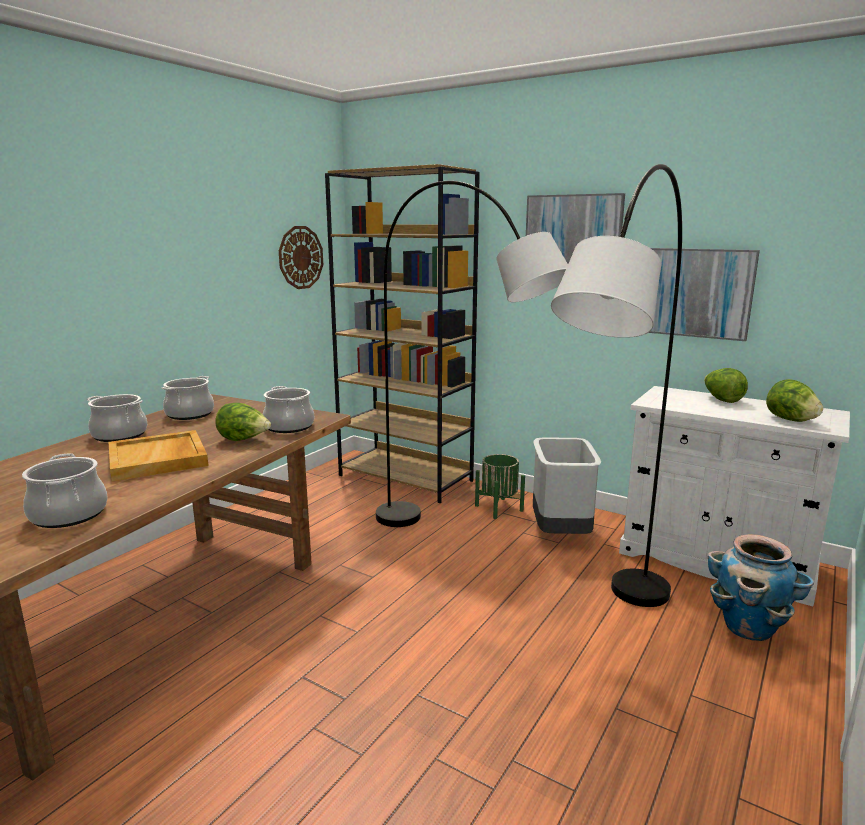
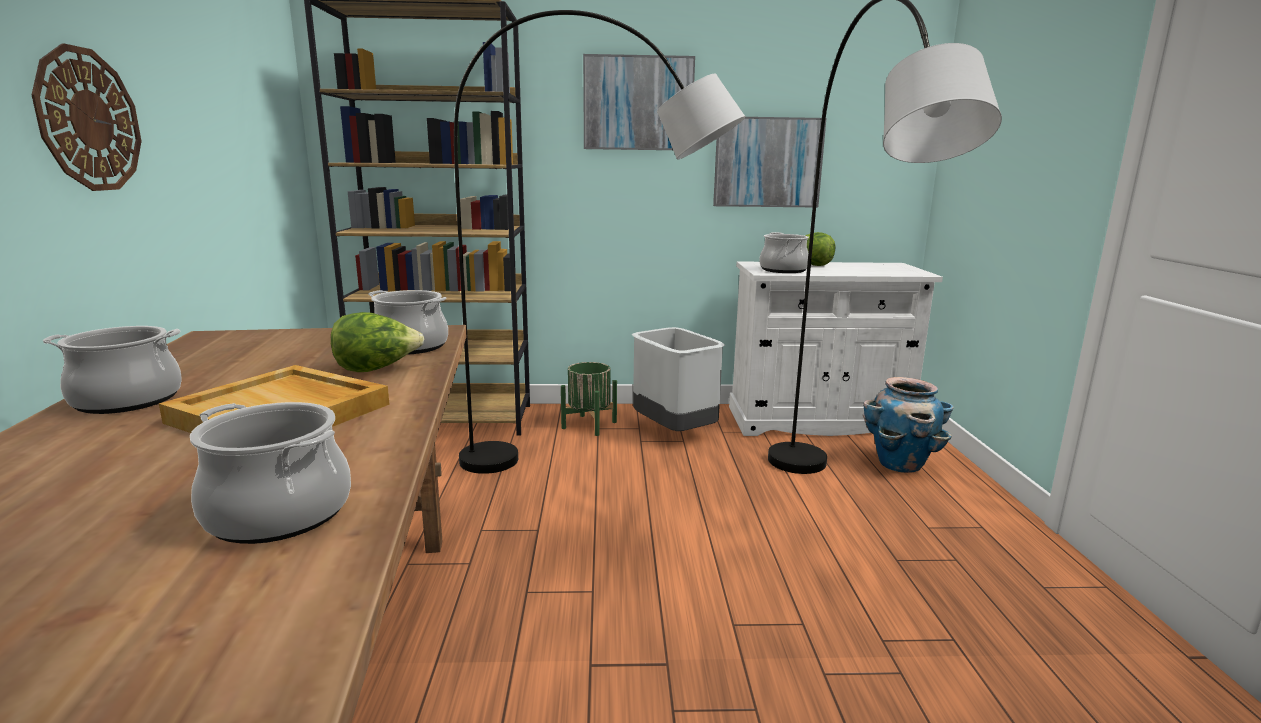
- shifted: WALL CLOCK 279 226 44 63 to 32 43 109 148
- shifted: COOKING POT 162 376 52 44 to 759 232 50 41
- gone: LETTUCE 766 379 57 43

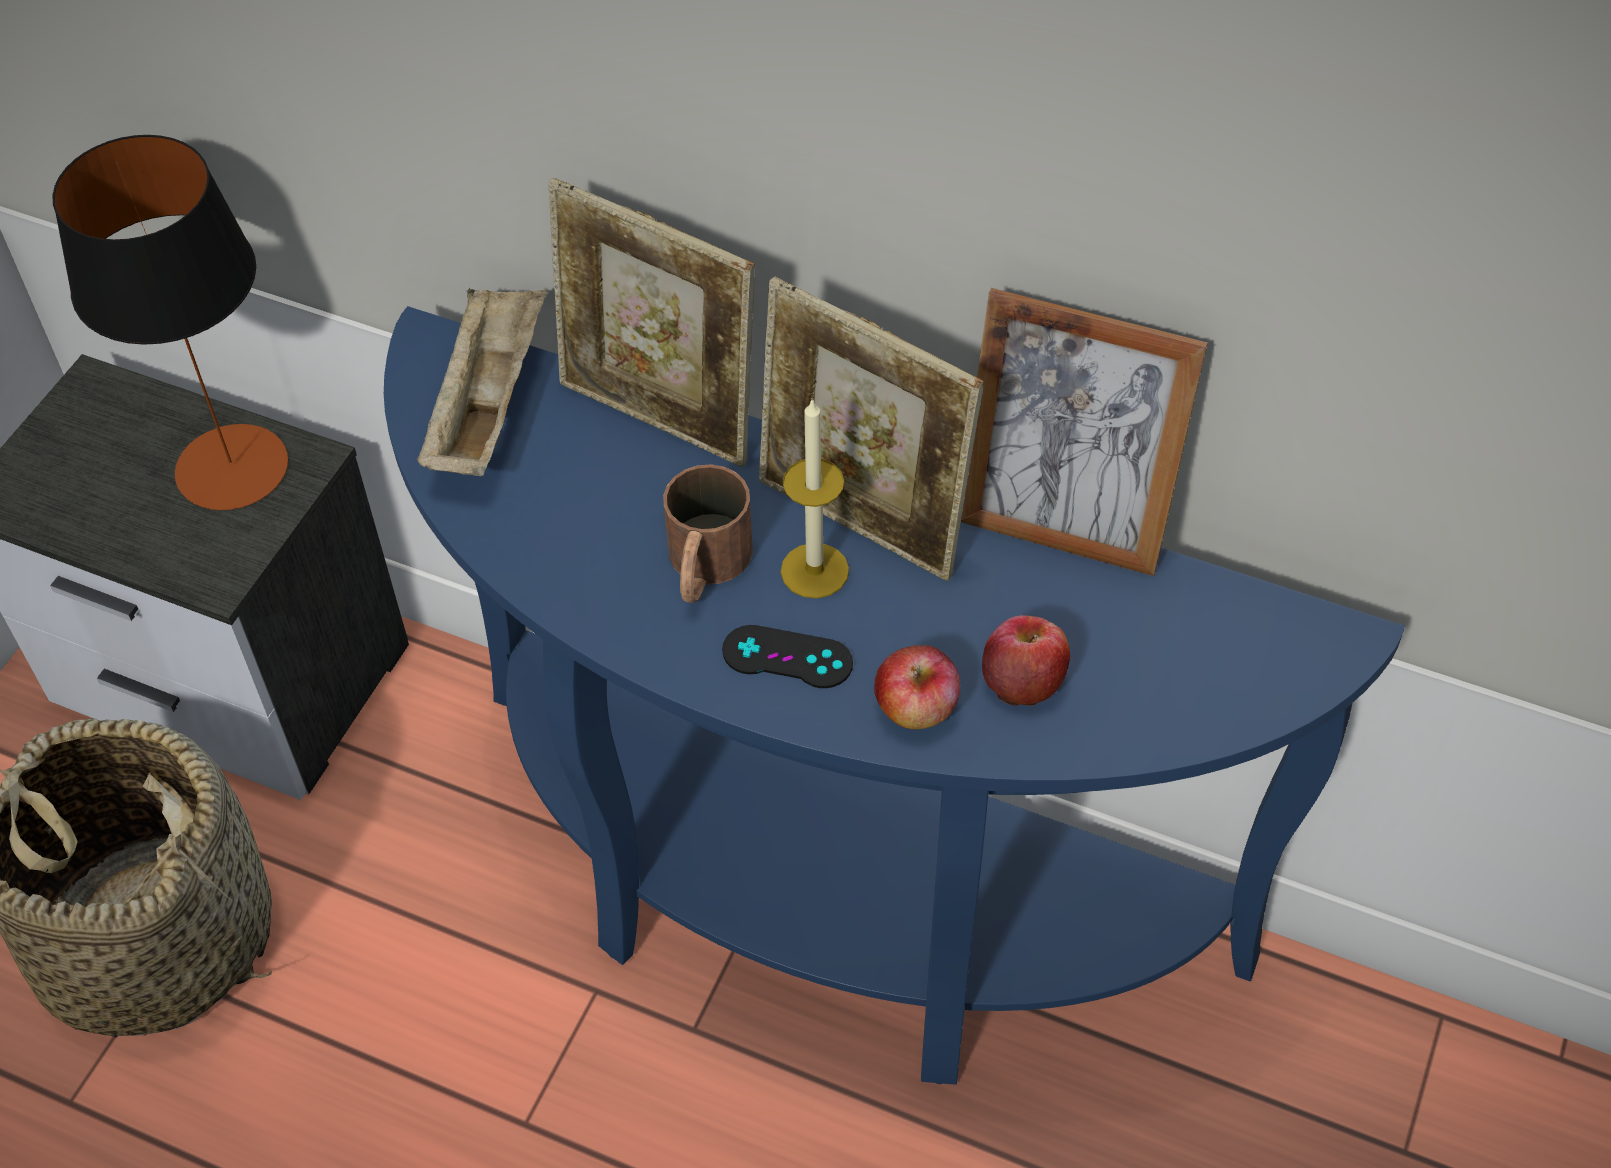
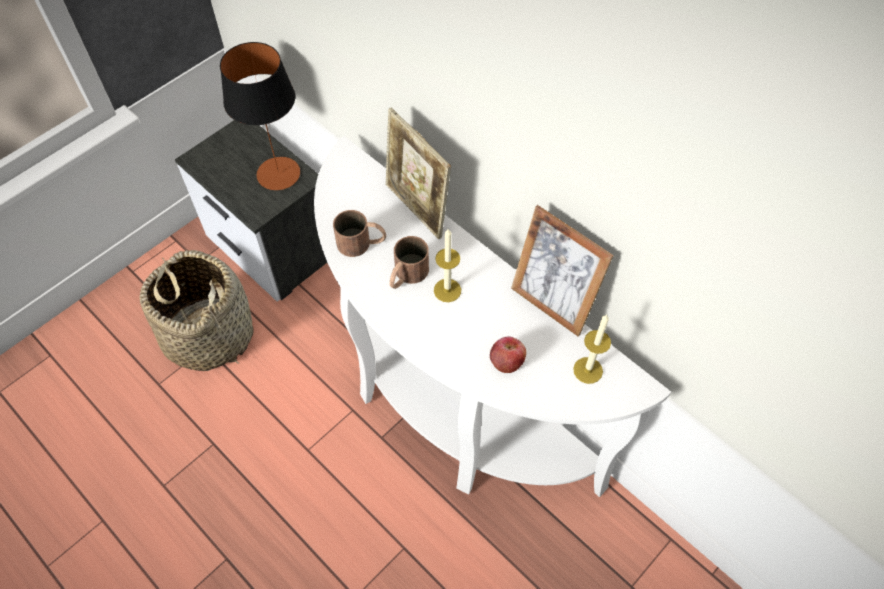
- repainted: BLUE CONSOLE TABLE 384 306 1021 779 to WHITE CONSOLE TABLE 314 136 357 361
- new: BROWN MUG 333 210 53 47
- new: CANDLE 573 315 38 69
- gone: BEIGE TRAY 416 288 131 188
- gone: BLACK GAME CONTROLLER 722 625 131 63
- gone: PICTURE FRAME 759 276 225 305
- gone: APPLE 874 645 86 84

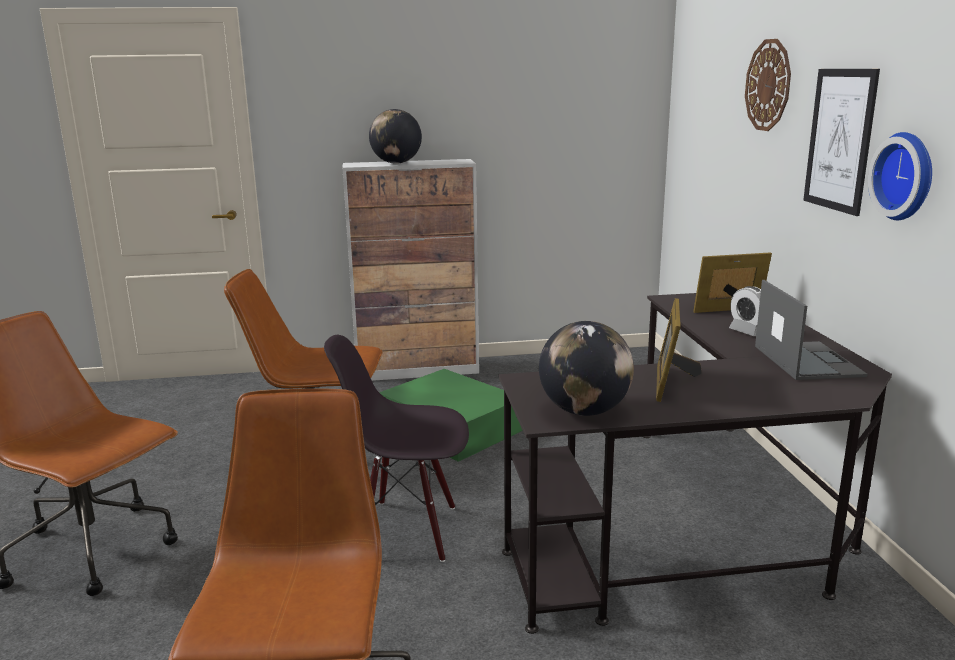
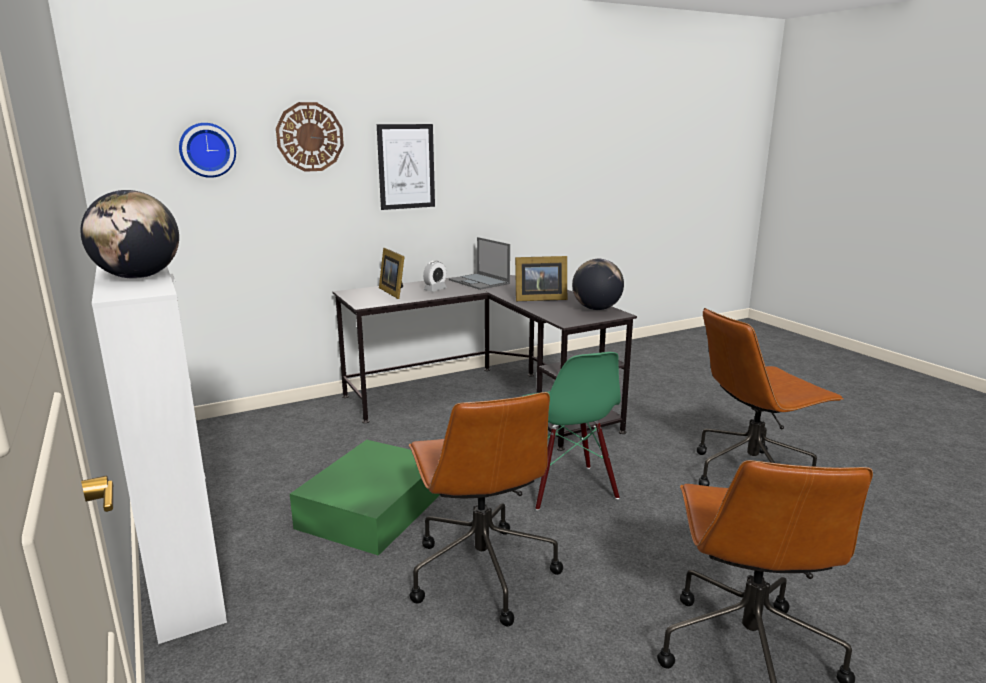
- shifted: WALL CLOCK 868 132 64 88 to 179 123 57 55
- rotated: LAPTOP 755 280 113 100 = 449 237 61 53 105 degrees counterclockwise
- repainted: BLACK CHAIR 324 335 145 227 to GREEN CHAIR 521 352 100 159

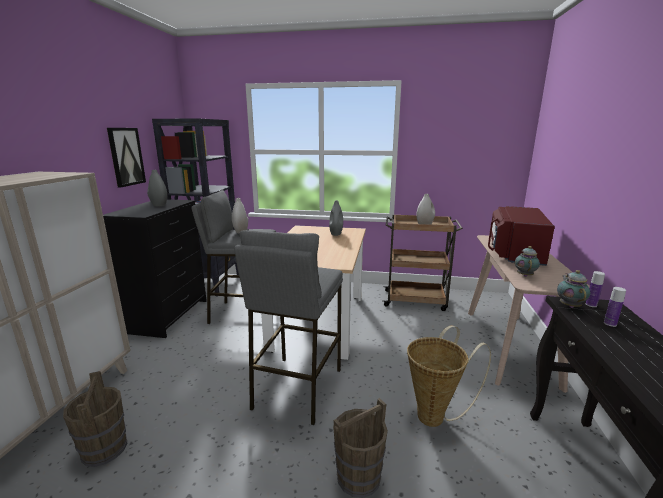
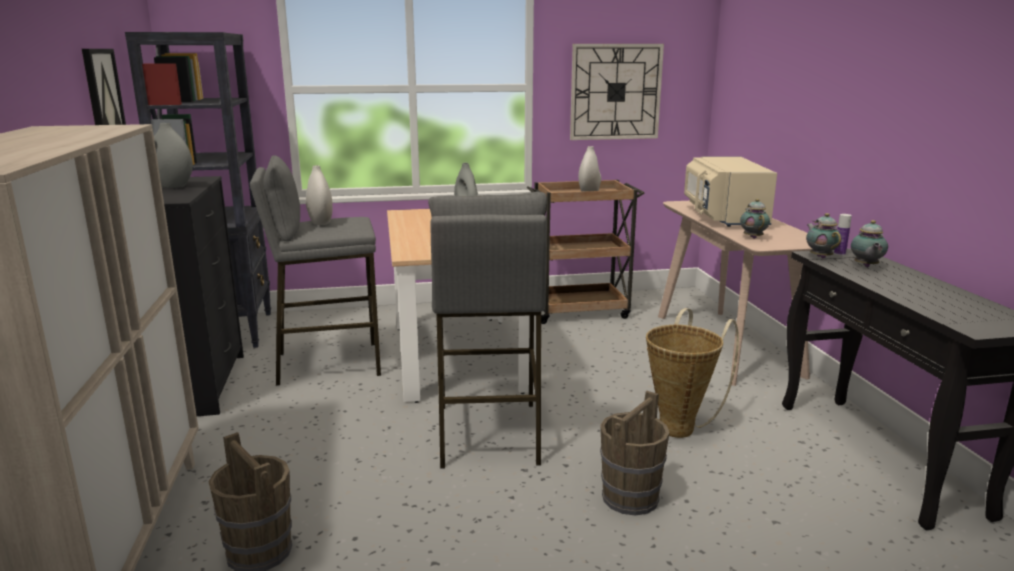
- new: WALL CLOCK 570 44 94 96
- repainted: RED MICROWAVE 488 206 67 60 to BEIGE MICROWAVE 684 156 93 71
- swapped: BOTTLE 604 287 22 40 to TEAPOT 851 220 37 47

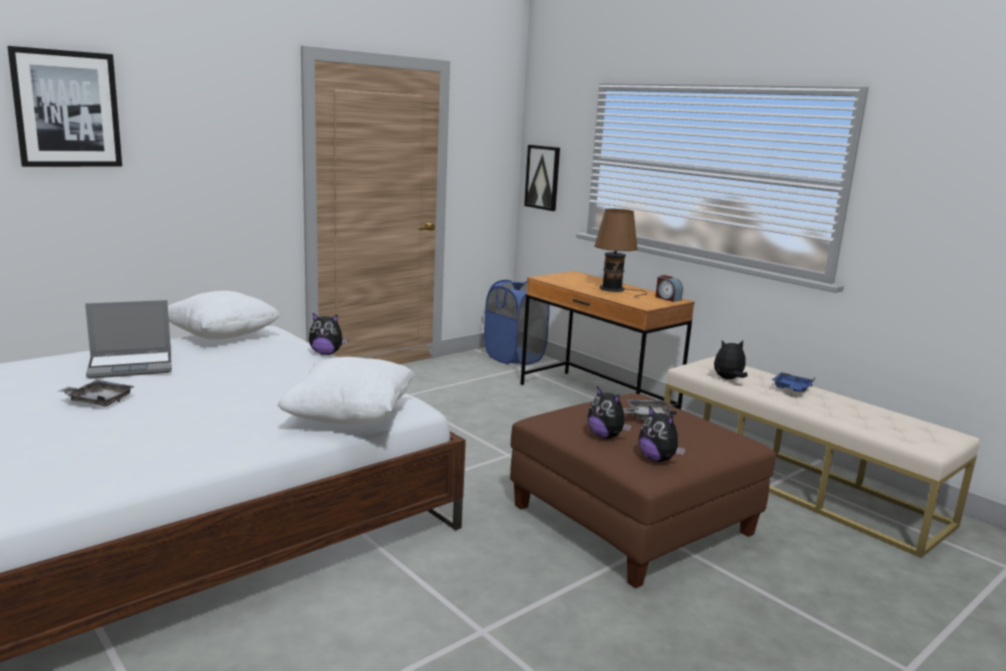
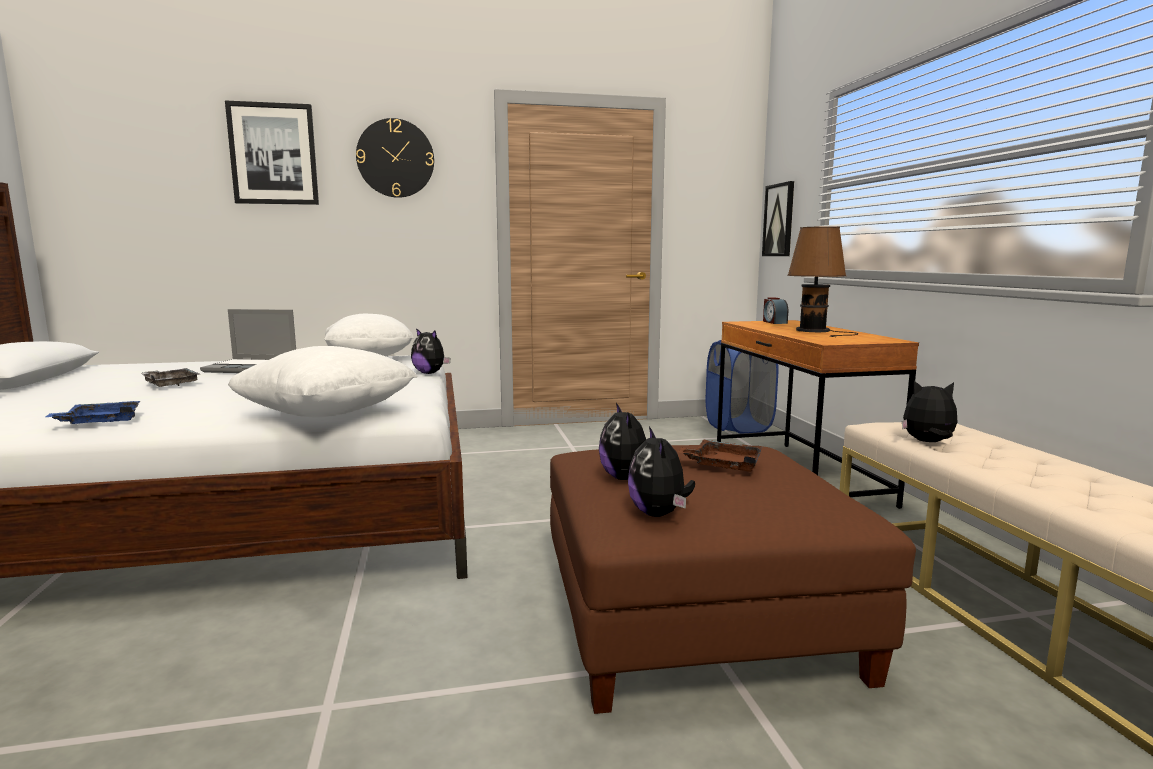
- shifted: BLUE TRAY 772 372 43 20 to 46 401 94 23
- new: WALL CLOCK 356 118 78 80
- repainted: GREY TRAY 623 399 54 20 to BROWN TRAY 678 440 84 32
- shifted: ALARM CLOCK 655 275 28 27 to 763 297 25 27

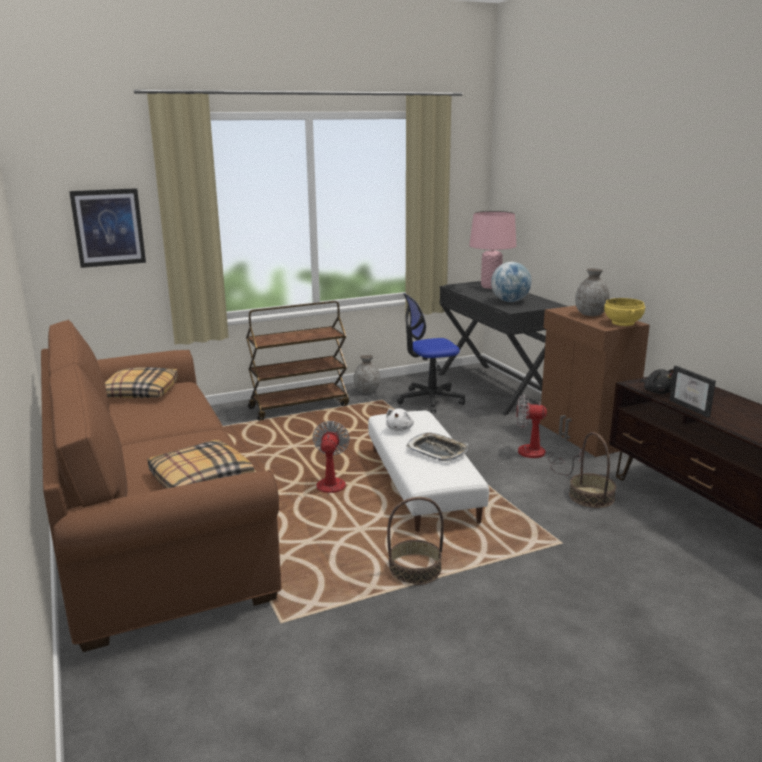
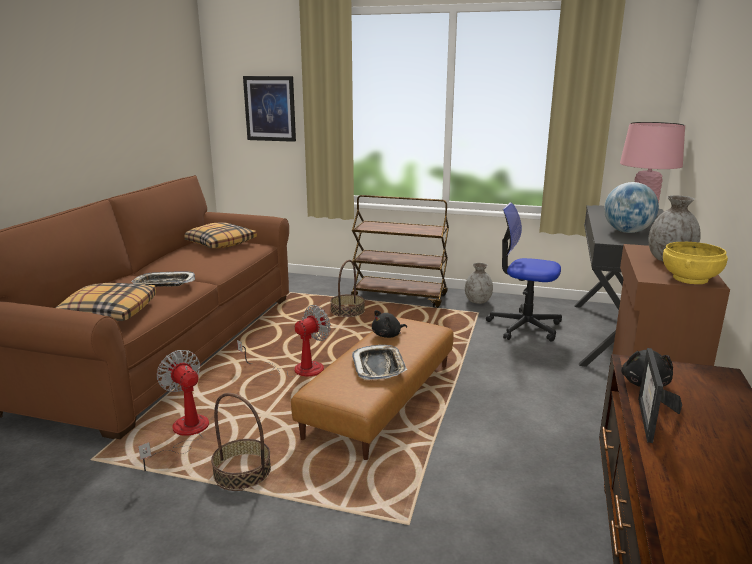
- new: TRAY 132 271 63 16
- shifted: FAN 517 395 64 80 to 138 350 71 121
- repainted: WHITE OTTOMAN 368 411 121 121 to BROWN OTTOMAN 291 317 163 143
- shifted: BASKET 569 432 47 76 to 330 260 35 57
- repainted: WHITE PLUSH TOY 386 408 28 23 to BLACK PLUSH TOY 372 310 35 28

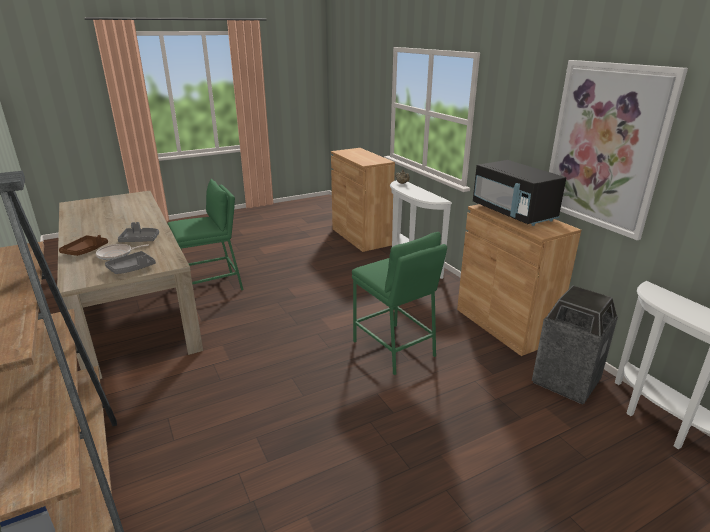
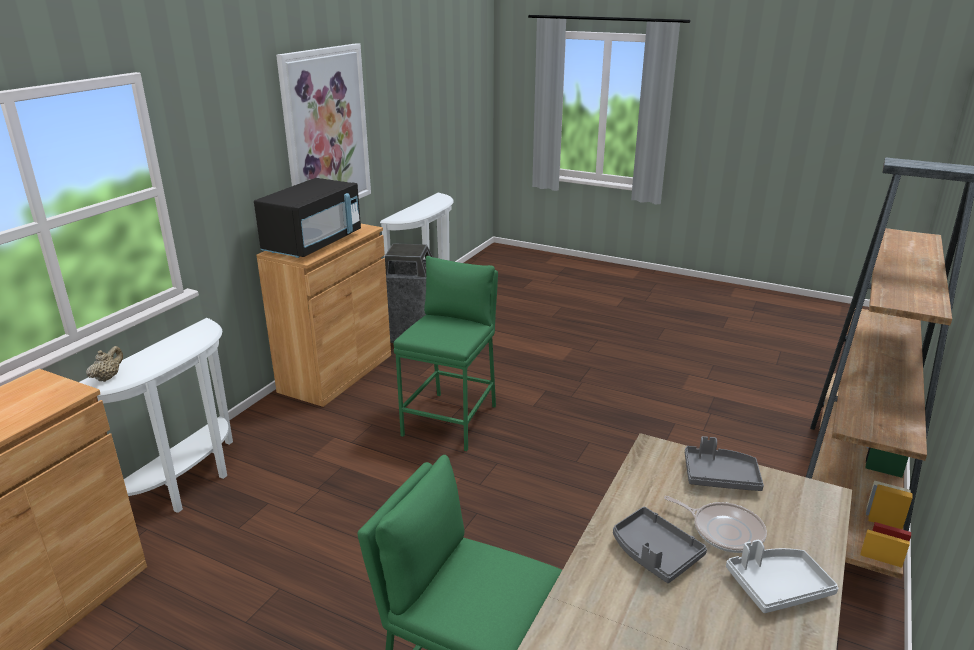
- repainted: BROWN TRAY 59 235 49 21 to GREY TRAY 726 540 112 73

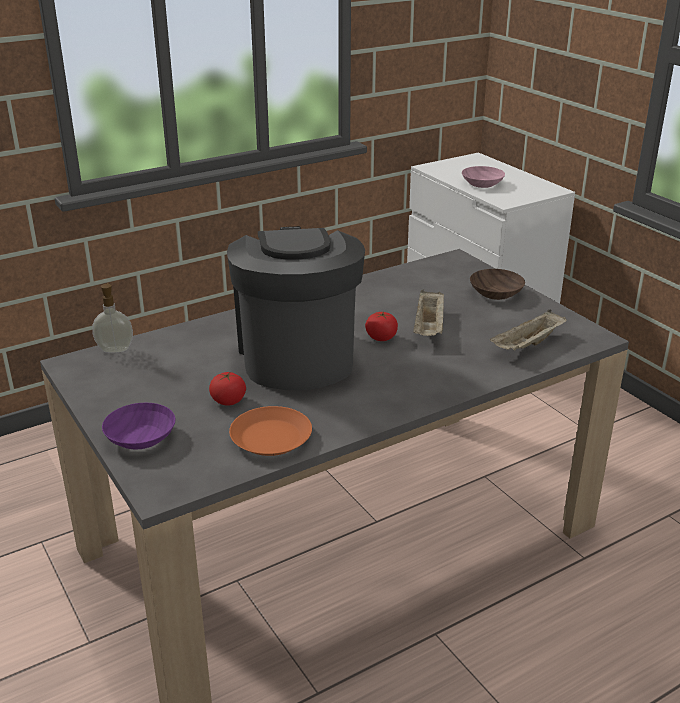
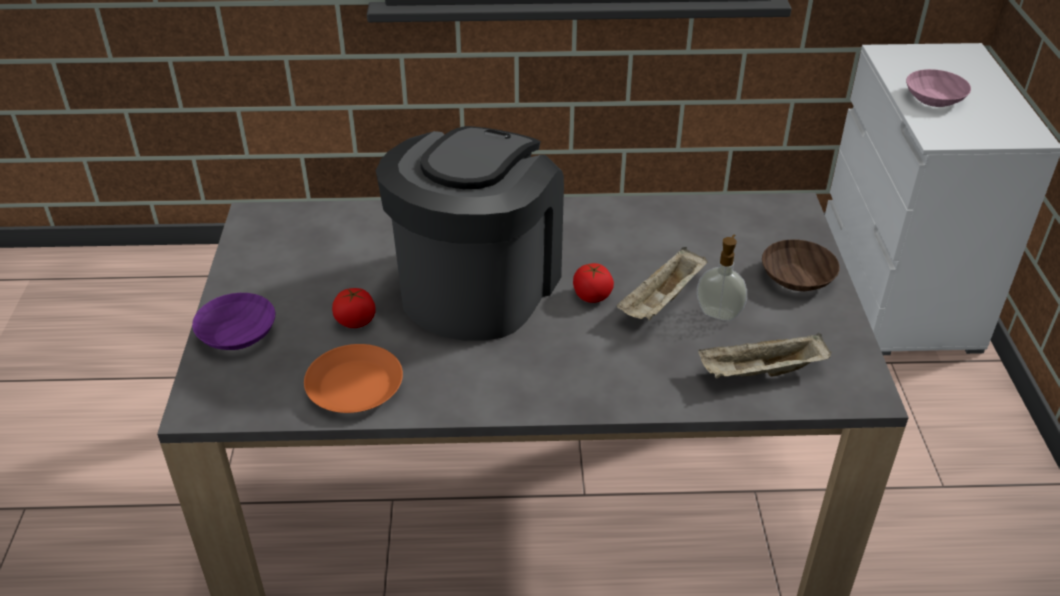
- shifted: SOAP DISPENSER 92 283 41 70 to 697 235 50 86

